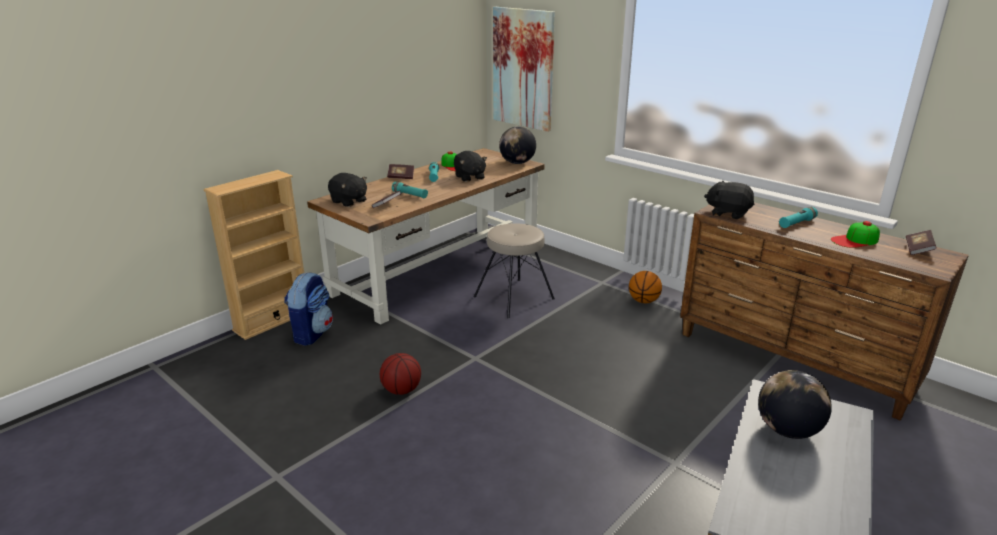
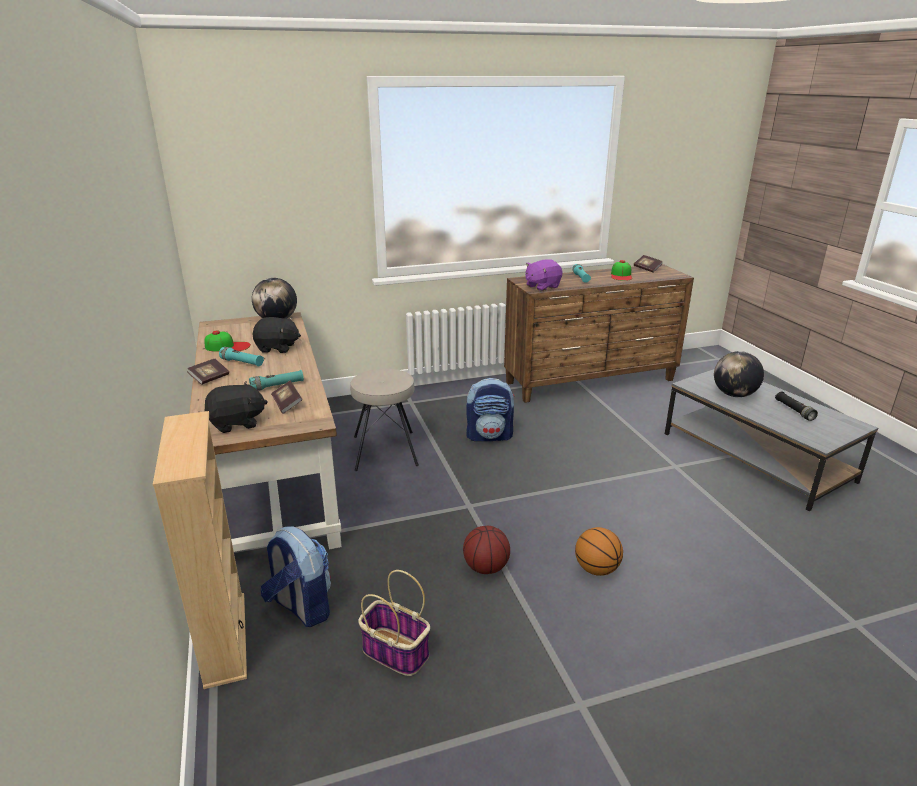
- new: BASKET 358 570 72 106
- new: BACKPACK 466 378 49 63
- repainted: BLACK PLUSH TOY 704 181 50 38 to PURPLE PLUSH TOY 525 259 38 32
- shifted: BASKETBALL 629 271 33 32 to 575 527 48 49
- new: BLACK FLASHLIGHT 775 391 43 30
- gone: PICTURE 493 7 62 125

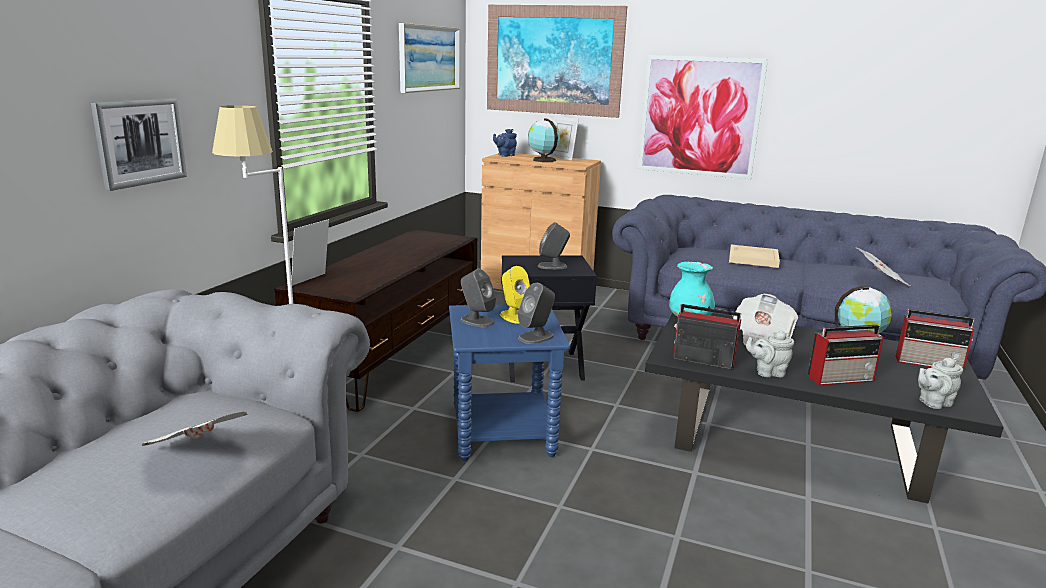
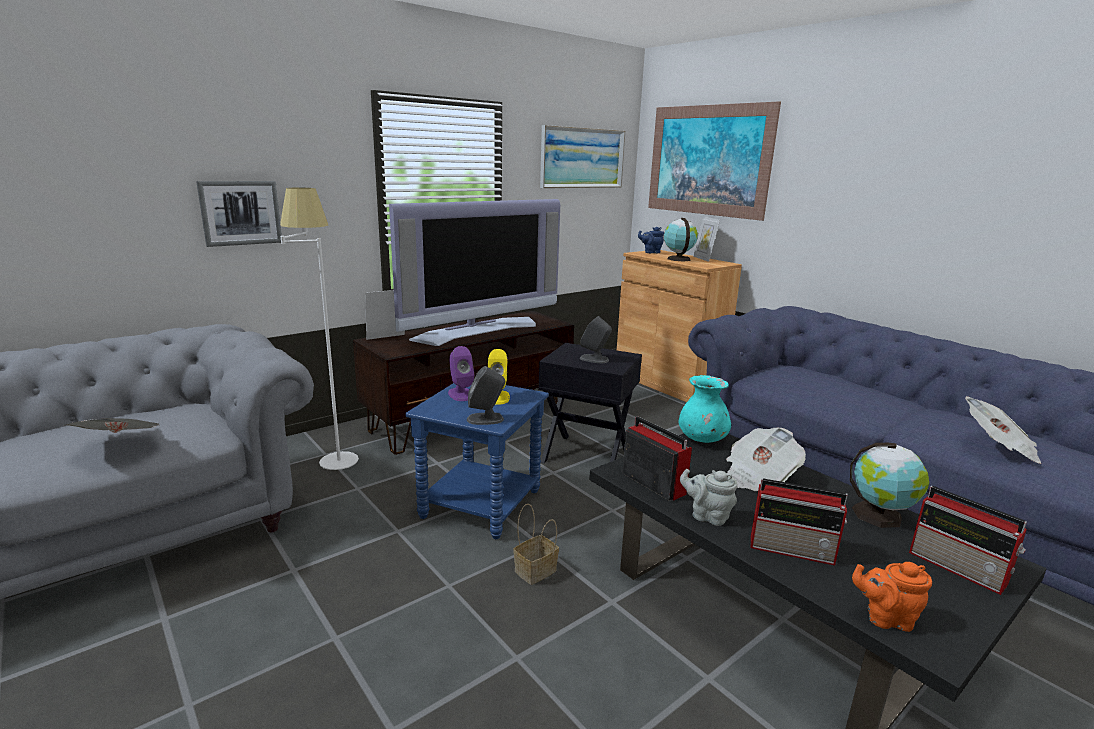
- new: TELEVISION 389 199 171 147
- repainted: GREY SPEAKER 460 269 36 58 to PURPLE SPEAKER 448 346 27 55
- new: BASKET 513 504 46 81
- repainted: GREY TEAPOT 918 358 45 51 to ORANGE TEAPOT 852 562 80 70
- gone: PICTURE 638 55 130 124
- gone: BEIGE TRAY 729 245 51 23

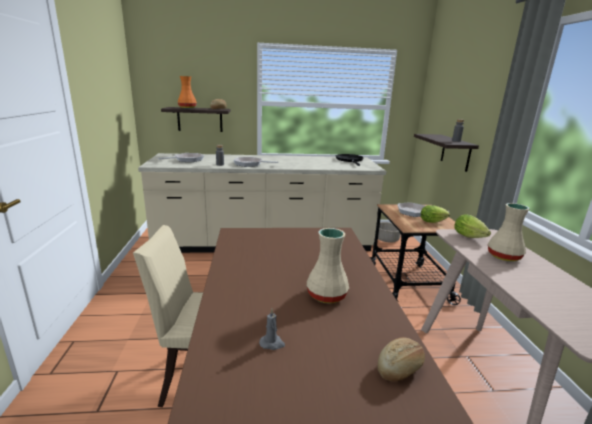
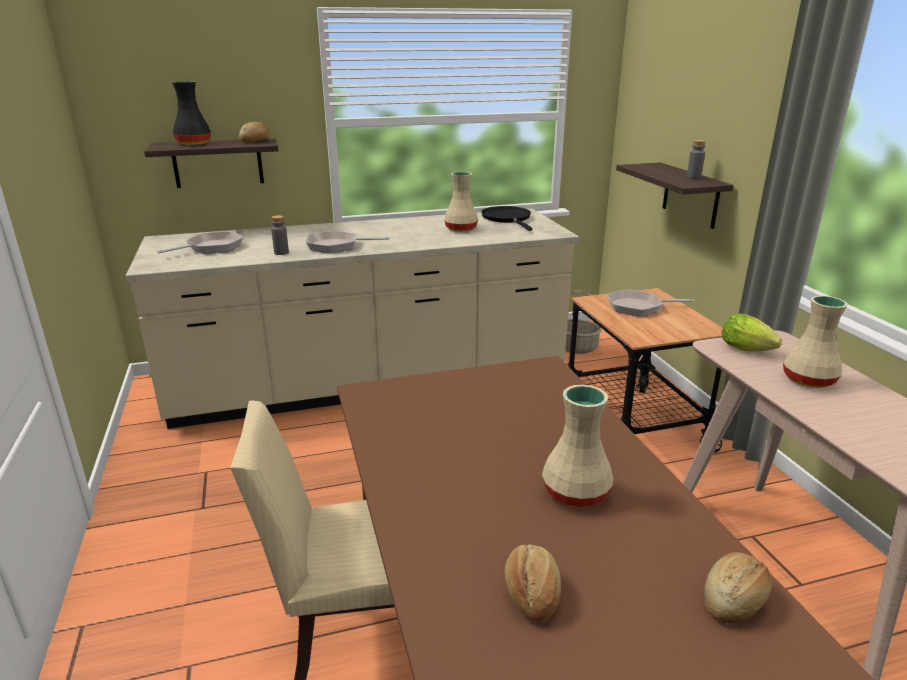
- repainted: ORANGE VASE 178 76 19 32 to BLACK VASE 172 81 39 64
- new: BEIGE VASE 444 172 34 60
- swapped: GREY CANDLE 259 309 26 41 to BREAD 504 544 57 78
- gone: LETTUCE 421 205 29 18

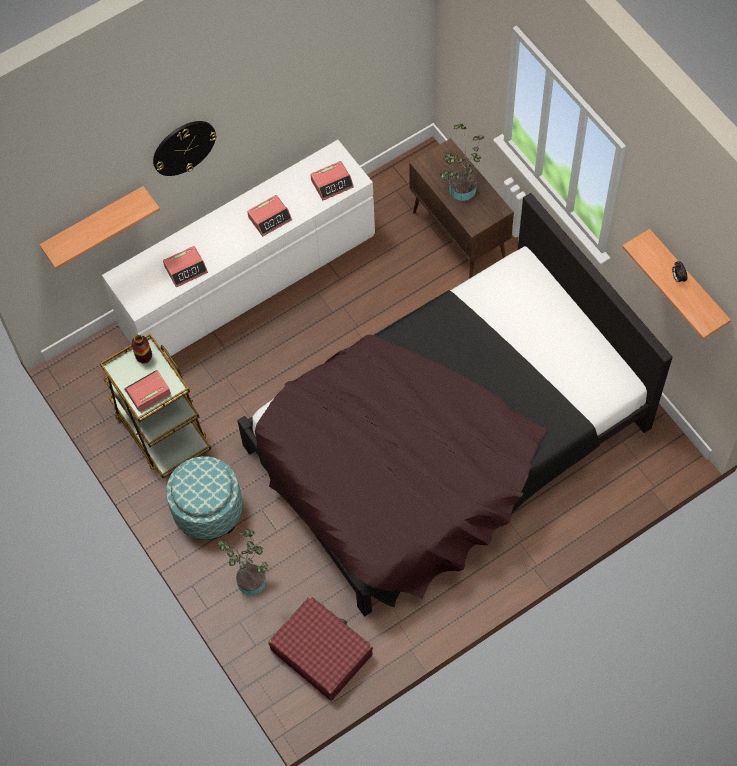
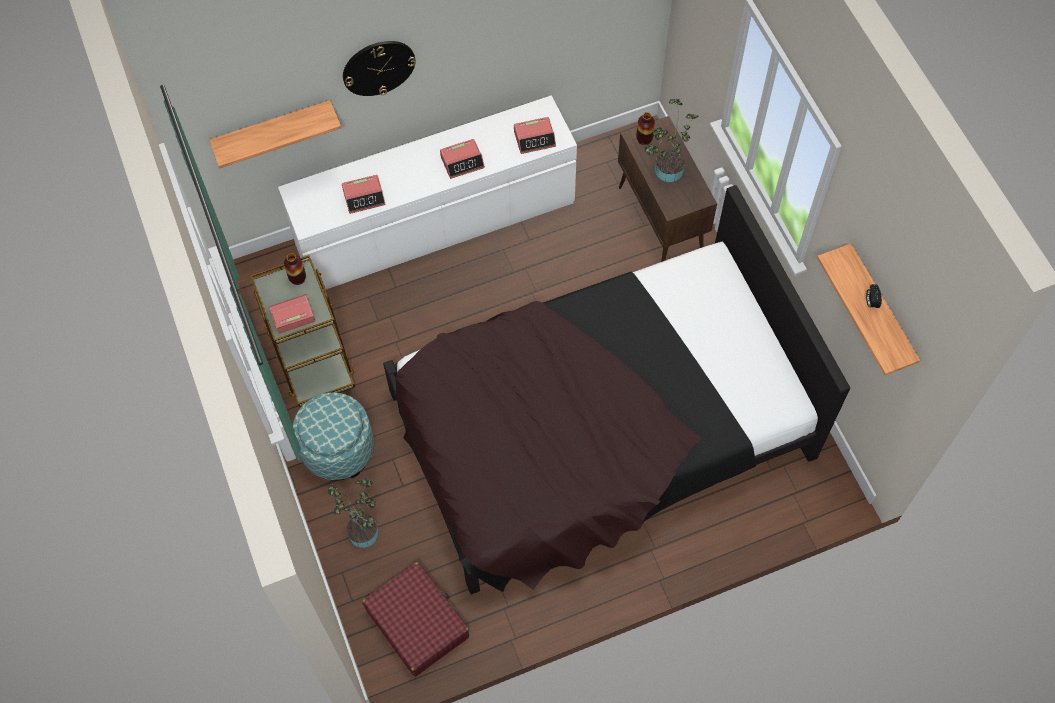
- new: VASE 636 112 19 33

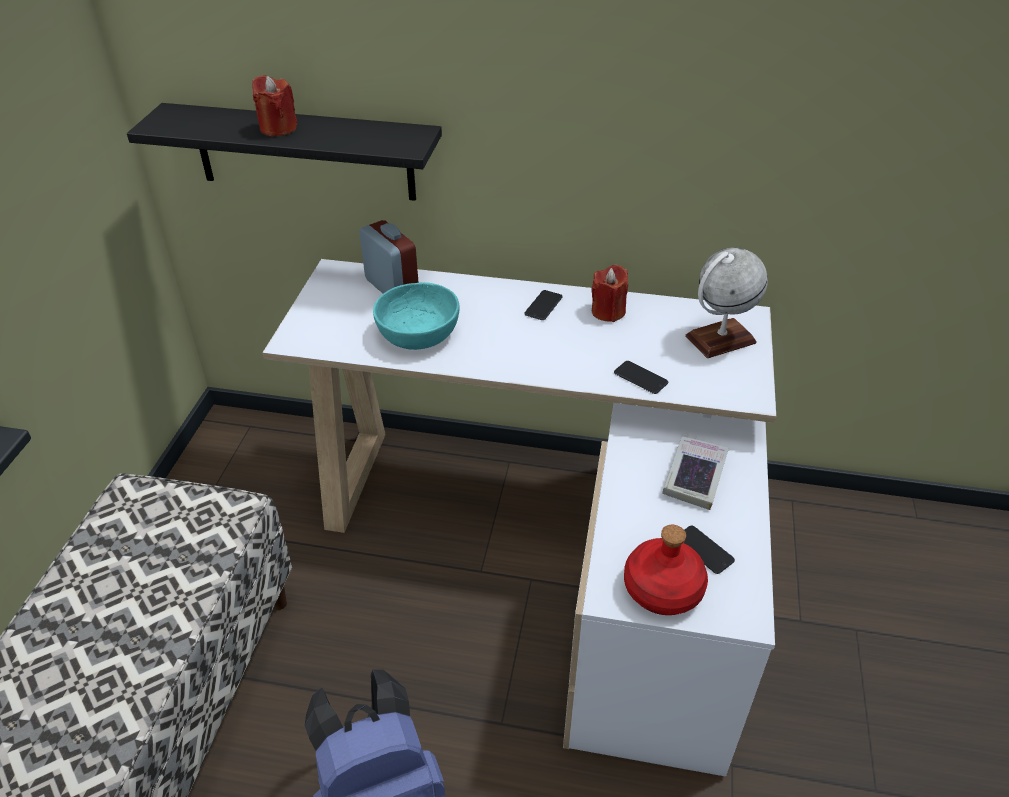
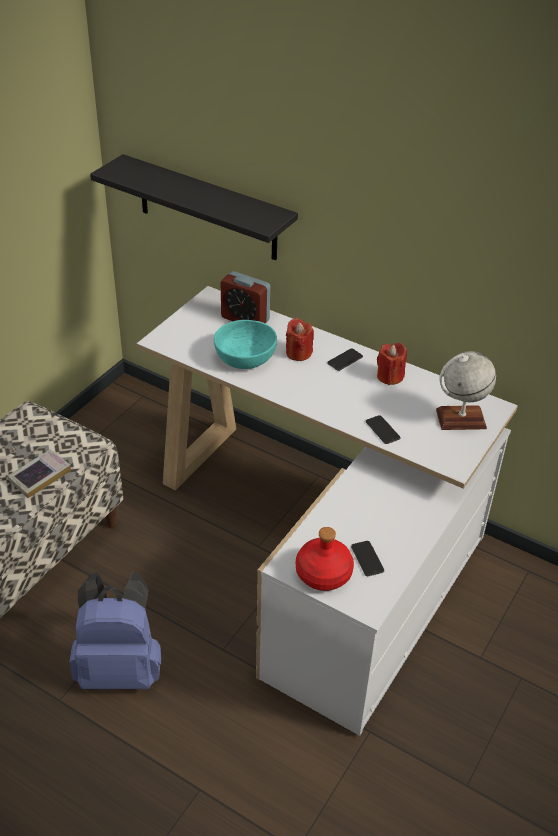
- shifted: BOOK 662 436 67 74 to 7 450 64 48
- rotated: ALARM CLOCK 359 220 59 74 = 221 271 49 52 135 degrees clockwise
- shifted: RED CANDLE 252 75 45 61 to 286 318 28 43

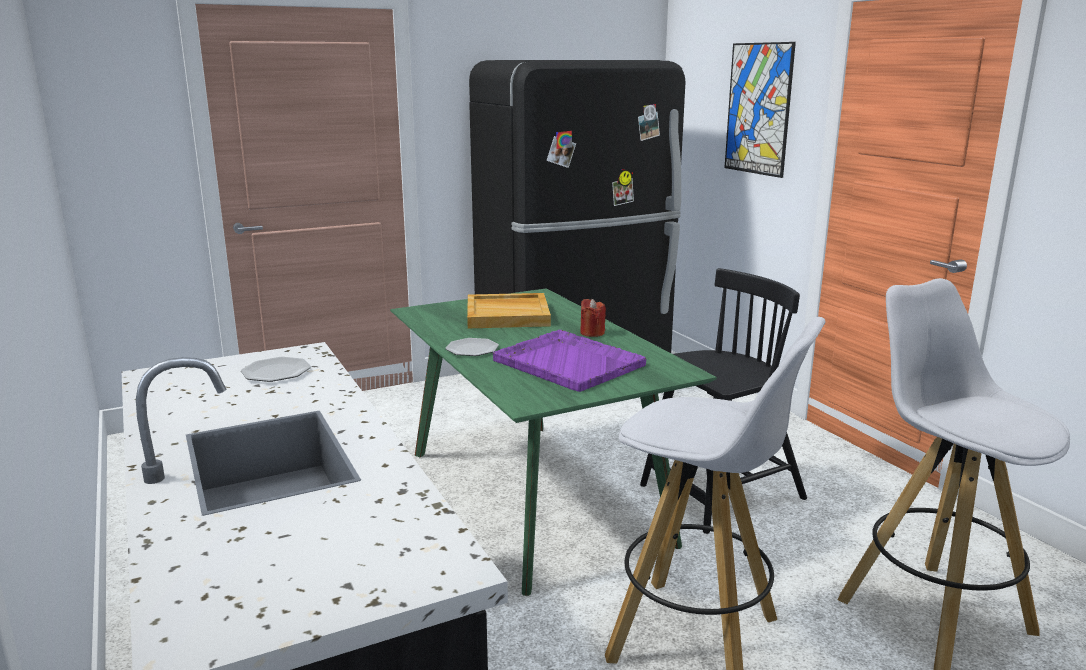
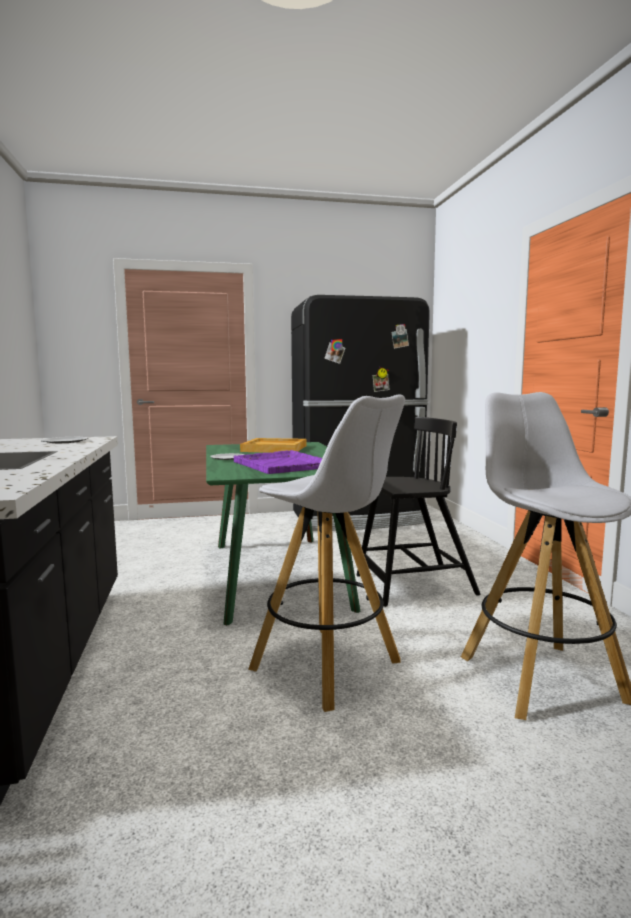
- gone: RED CANDLE 580 299 26 38
- gone: PICTURE 724 42 72 136

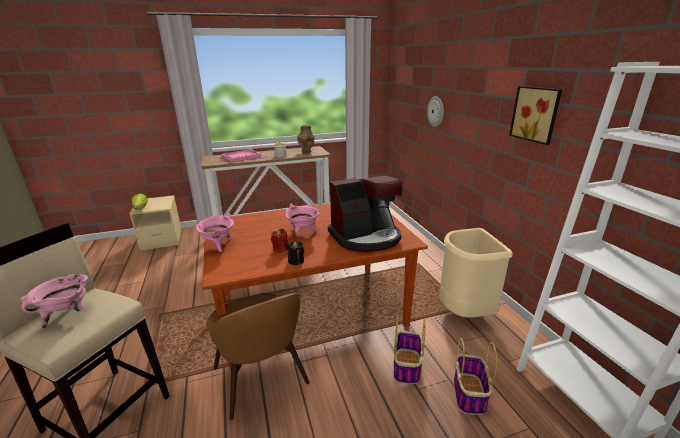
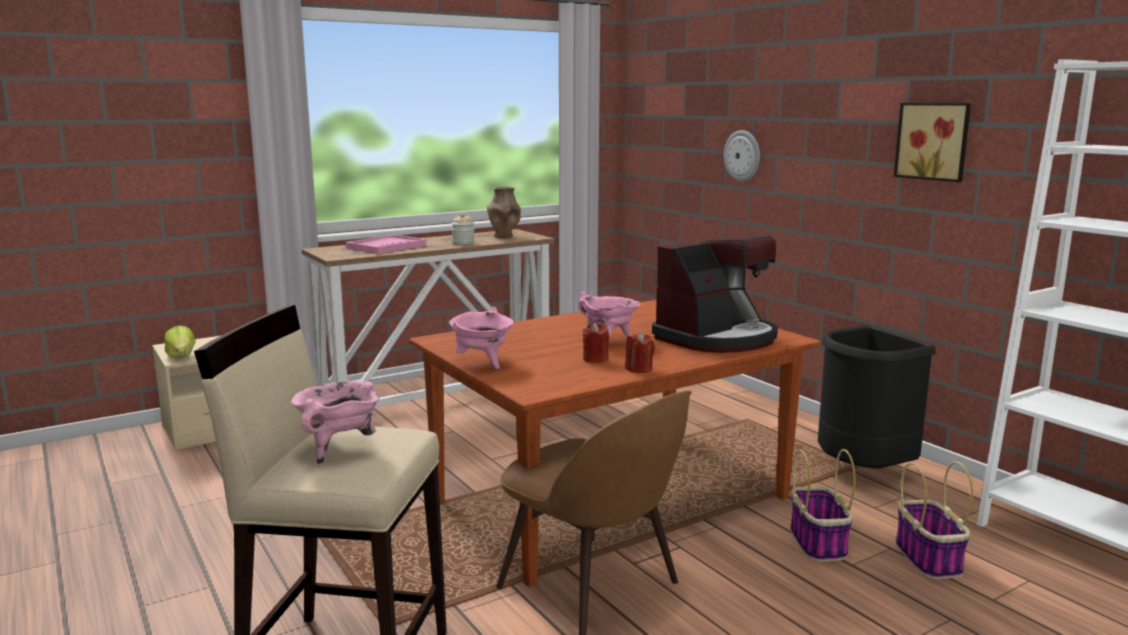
- repainted: BLACK CANDLE 287 241 17 24 to RED CANDLE 625 332 30 41
- repainted: BEIGE TRASH CAN 439 228 74 90 to BLACK TRASH CAN 818 325 118 144

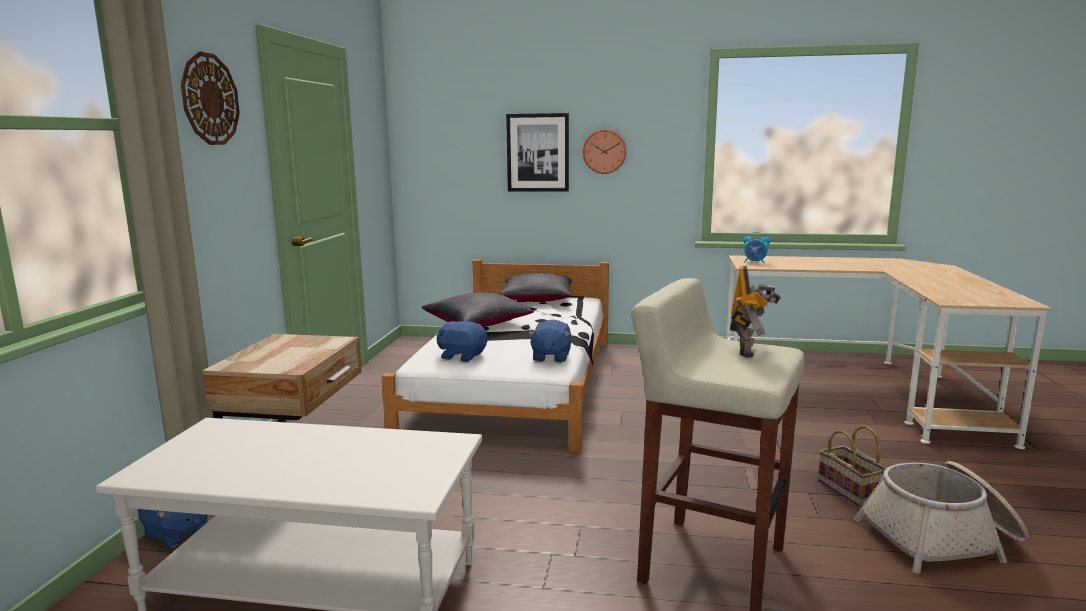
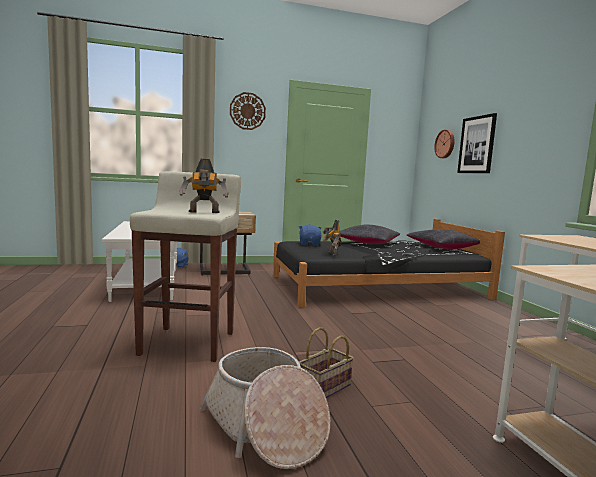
- repainted: WHITE BED 381 259 228 194 to BLACK BED 273 219 232 89
- swapped: BLUE PLUSH TOY 528 320 44 43 to TOY ROBOT 322 220 20 36
- shifted: WALL CLOCK 583 129 44 45 to 434 130 21 28
- gone: ALARM CLOCK 743 232 27 31

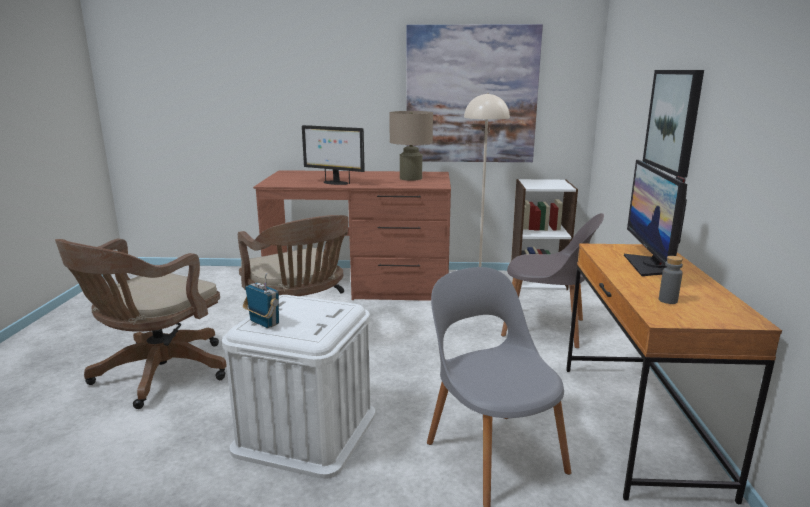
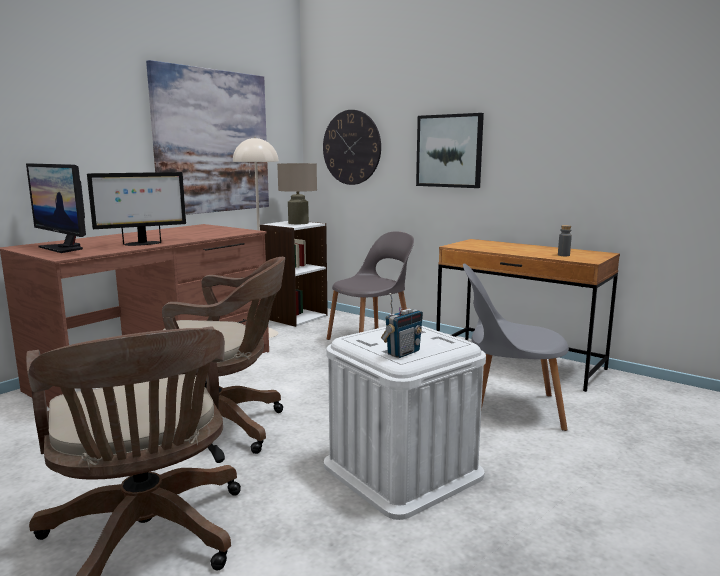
- shifted: MONITOR 624 160 63 116 to 26 163 60 90
- shifted: BEIGE TABLE LAMP 389 111 44 70 to 277 163 40 61
- new: WALL CLOCK 323 110 58 75
- rotated: RADIO 243 272 36 56 = 381 293 42 65 150 degrees clockwise

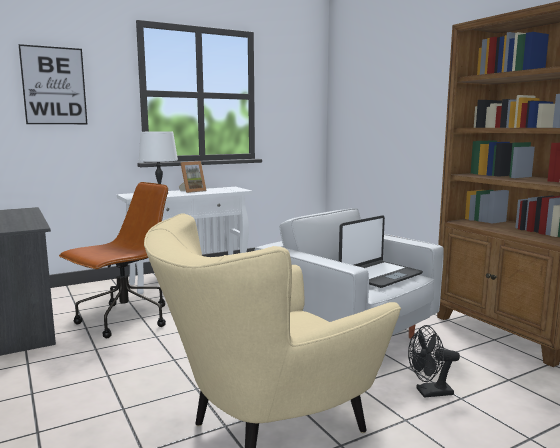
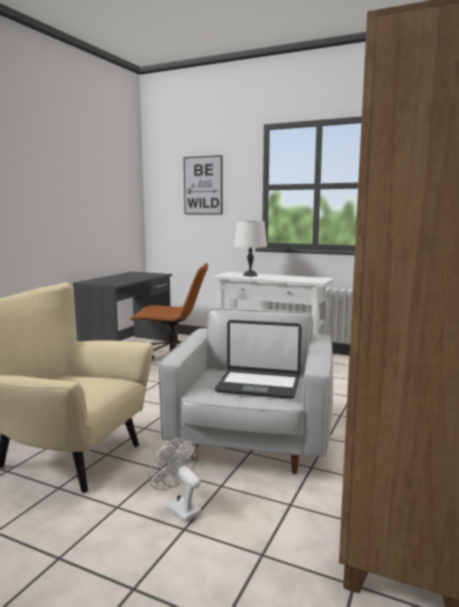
- repainted: BLACK FAN 408 325 52 73 to WHITE FAN 149 437 53 85
- gone: PICTURE FRAME 179 161 28 32

